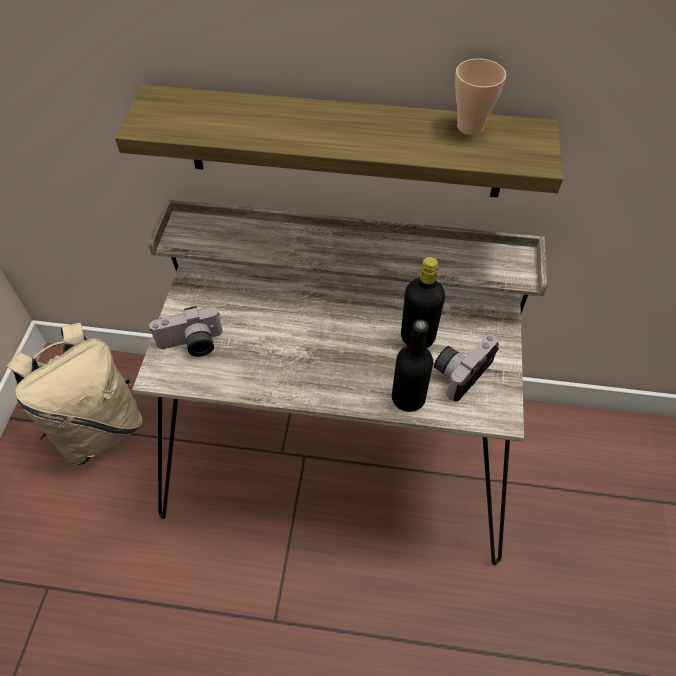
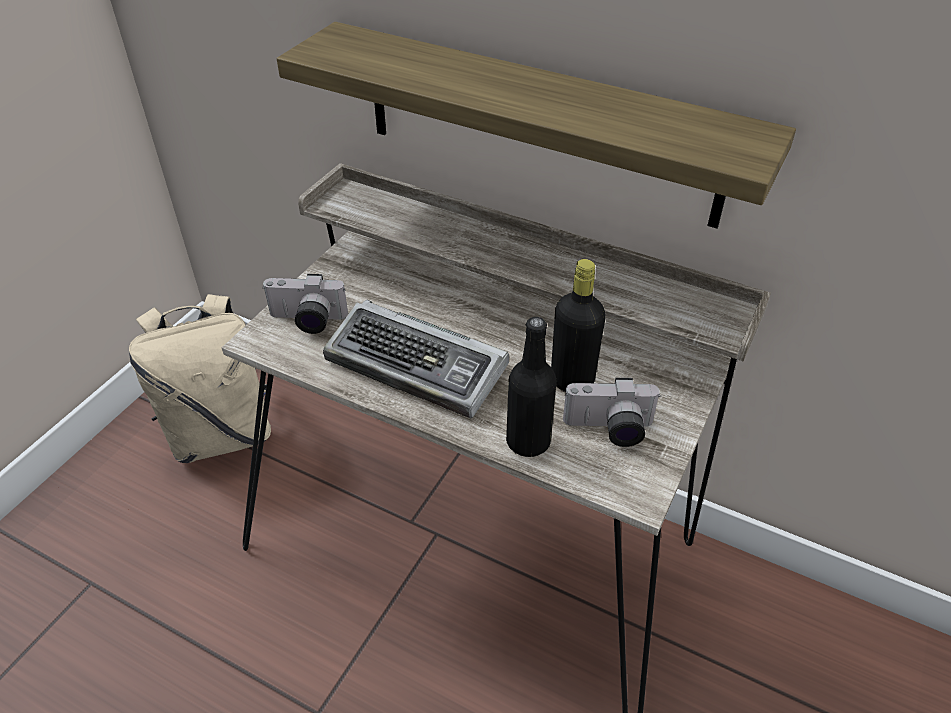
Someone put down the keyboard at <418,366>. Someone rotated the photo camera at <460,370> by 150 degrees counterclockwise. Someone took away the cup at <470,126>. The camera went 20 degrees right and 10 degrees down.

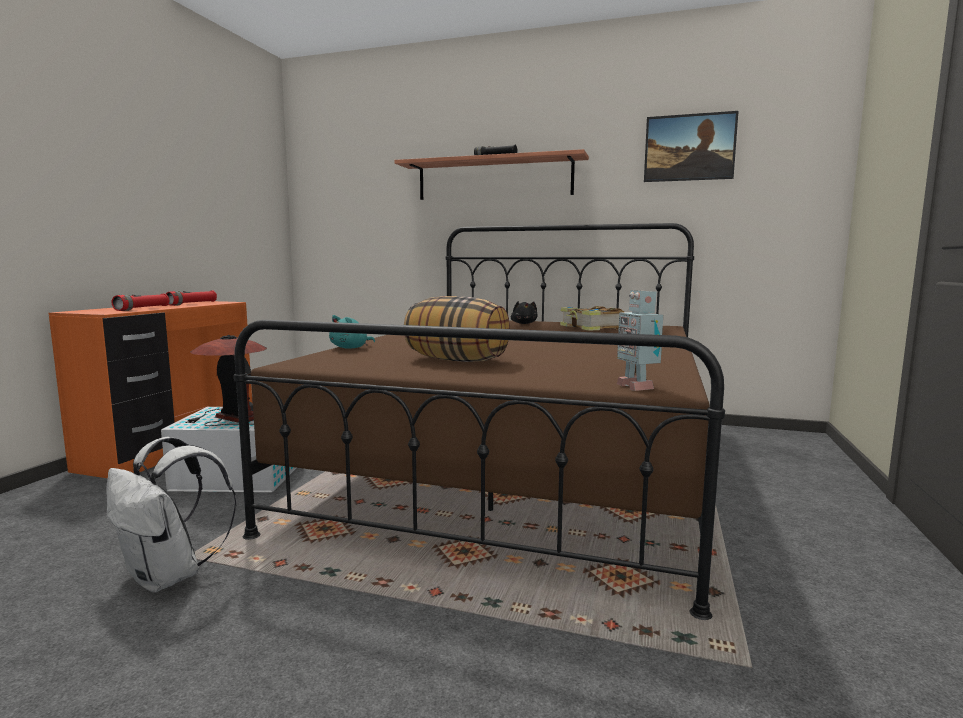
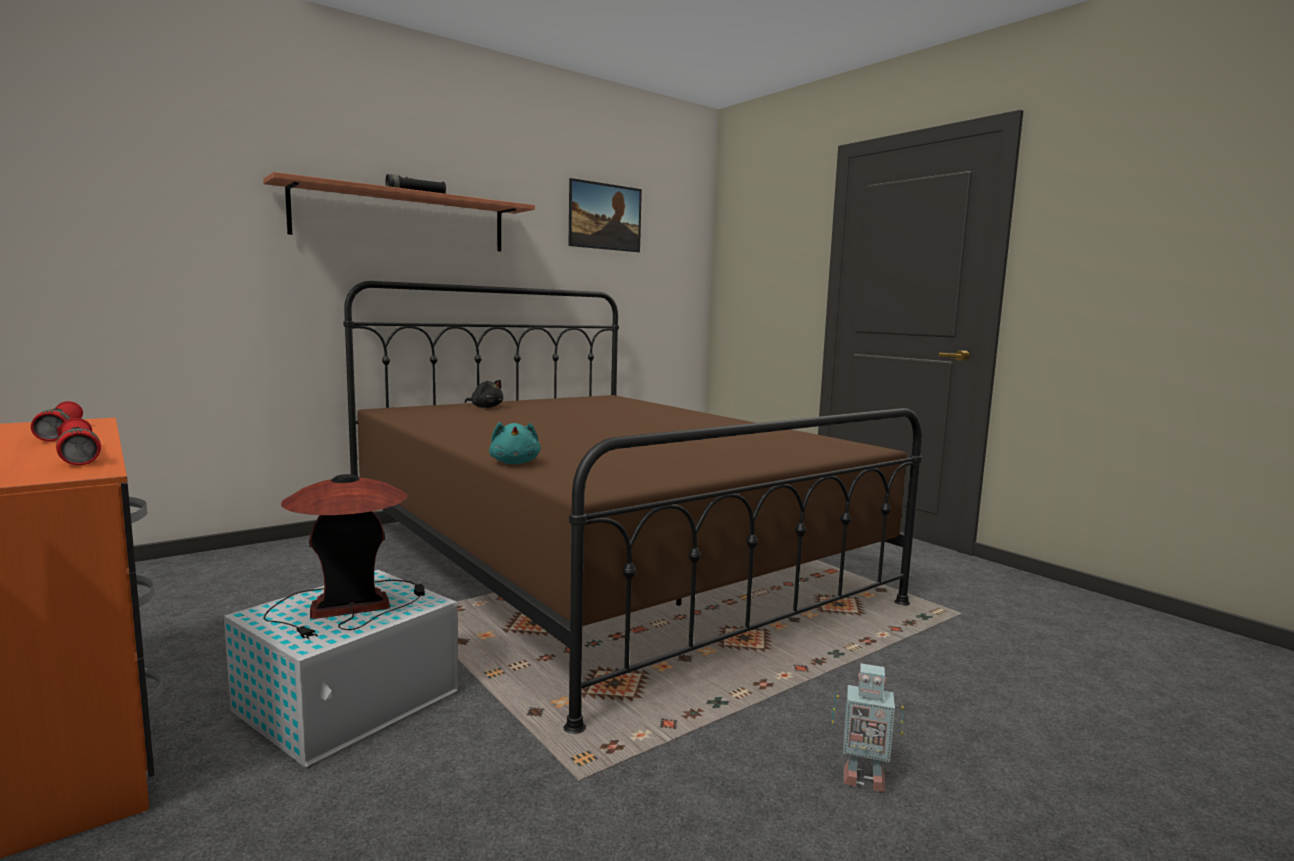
Someone carried the toy robot from <637,387> to <862,777>. Someone took away the backpack (white) at <169,576>. Someone took away the pillow at <457,360>. Someone took away the book at <591,328>. The camera went 55 degrees left and 0 degrees up.

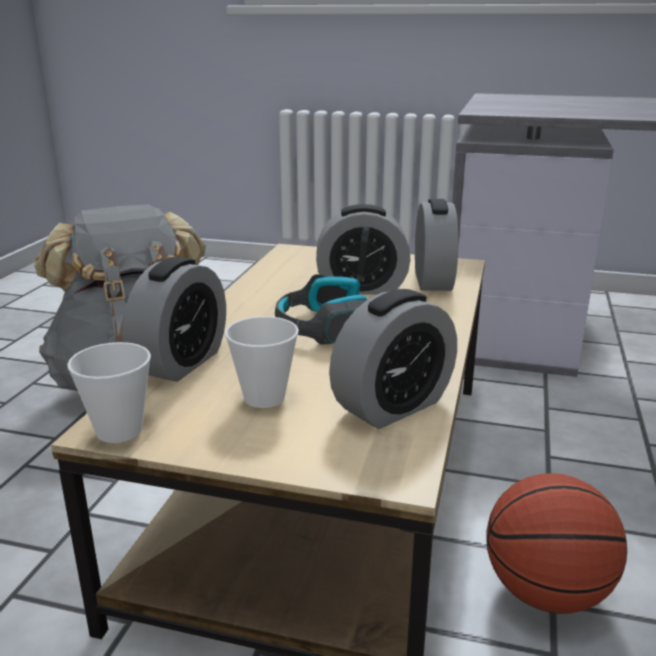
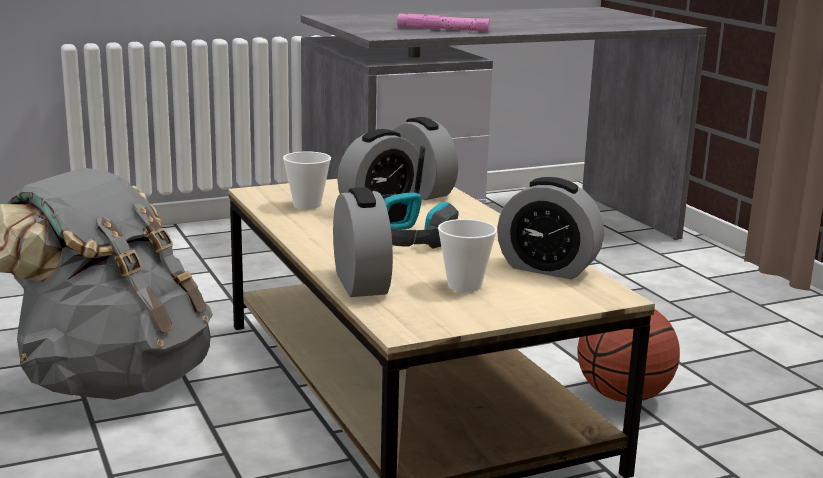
Someone carried the cup from <119,430> to <307,205>. Someone put down the flashlight (pink) at <443,30>. Someone rotated the alarm clock at <393,406> by 105 degrees clockwise. The camera went 40 degrees left and 5 degrees down.

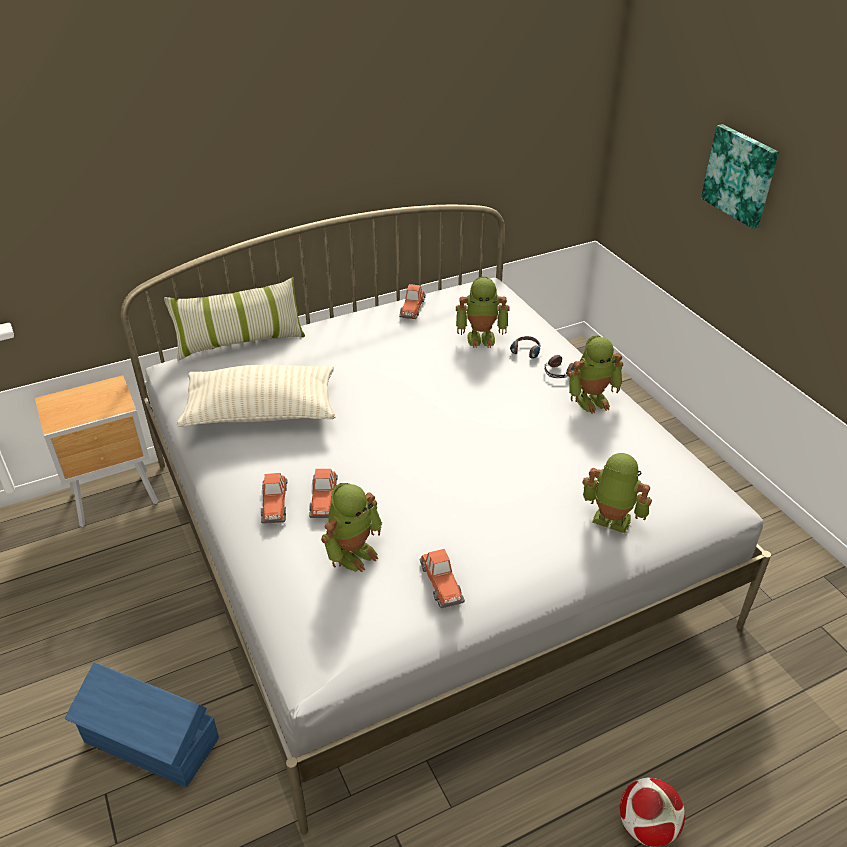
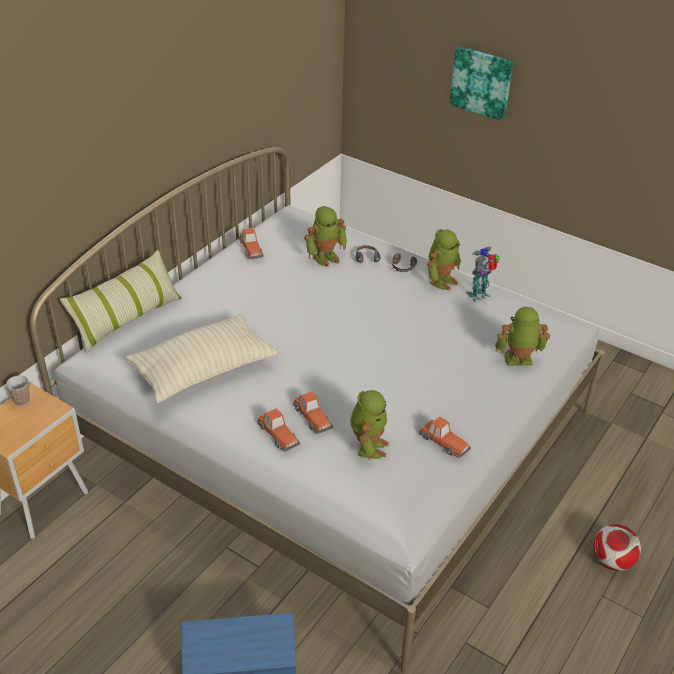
Someone put down the cup at <22,401>. Someone put down the toy robot at <479,296>. The camera went 30 degrees left and 0 degrees up.

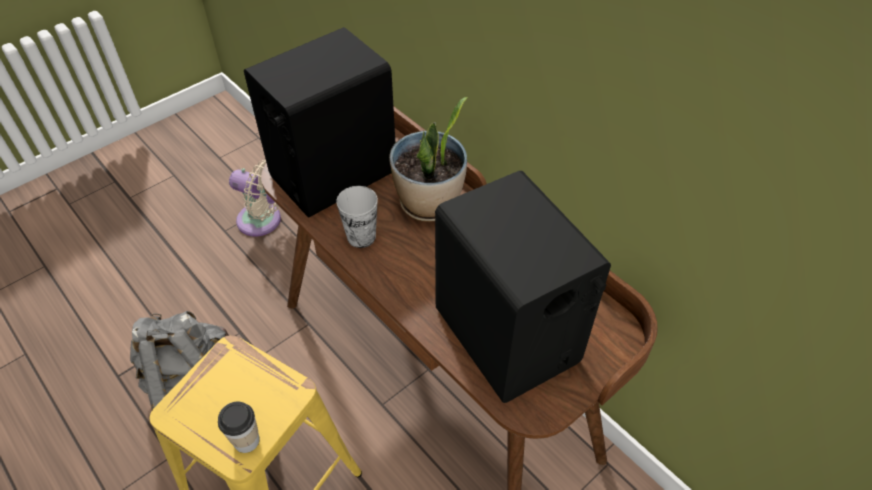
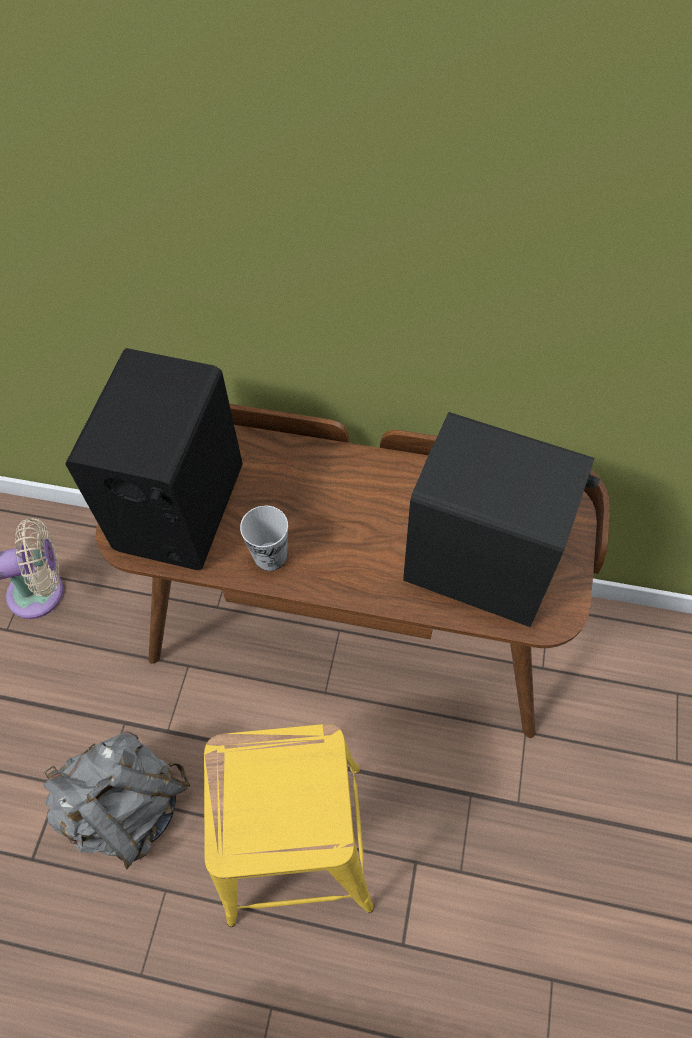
Someone took away the cup at <246,440>. Someone took away the potted plant at <429,204>. The camera went 35 degrees left and 10 degrees up.

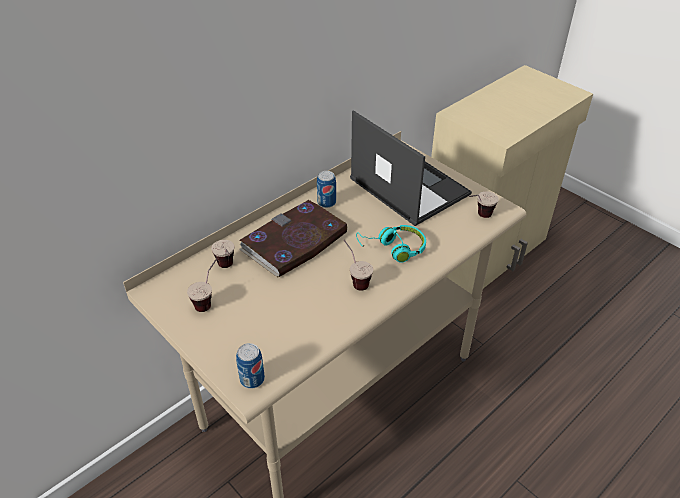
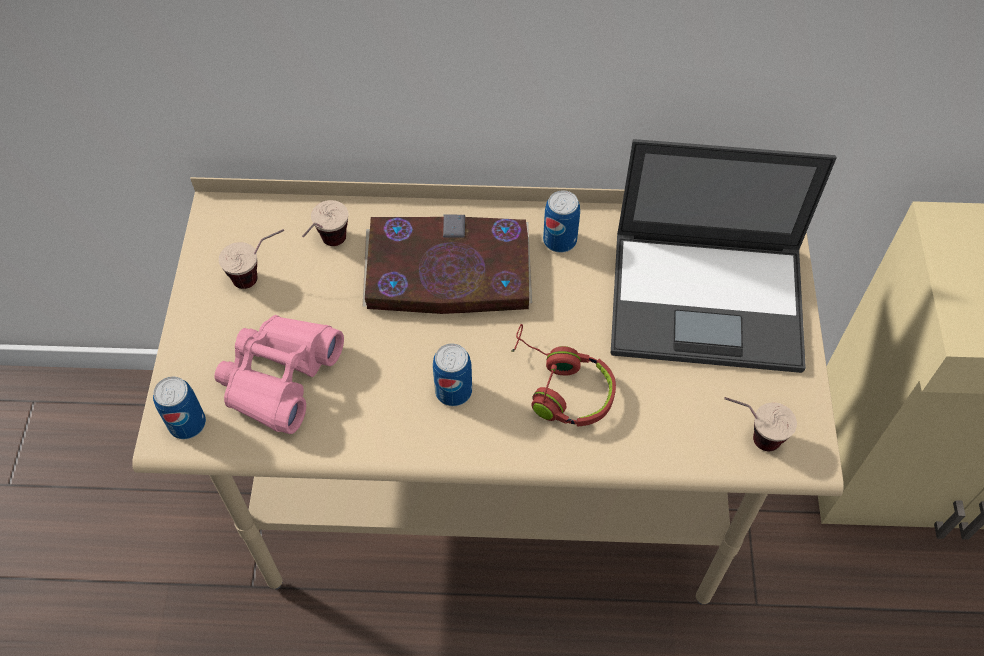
Someone put down the binoculars (pink) at <280,377>. Someone swapped the cup at <355,279> for the can at <453,391>. Someone repainted the headphones (turquoise) at <393,249>, which became the headphones (red) at <559,386>. Someone rotated the laptop at <408,186> by 90 degrees clockwise. The camera went 45 degrees right and 15 degrees up.

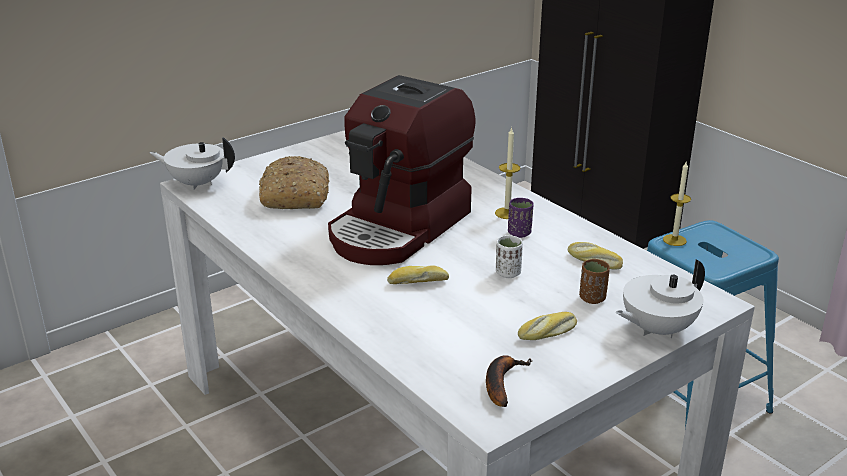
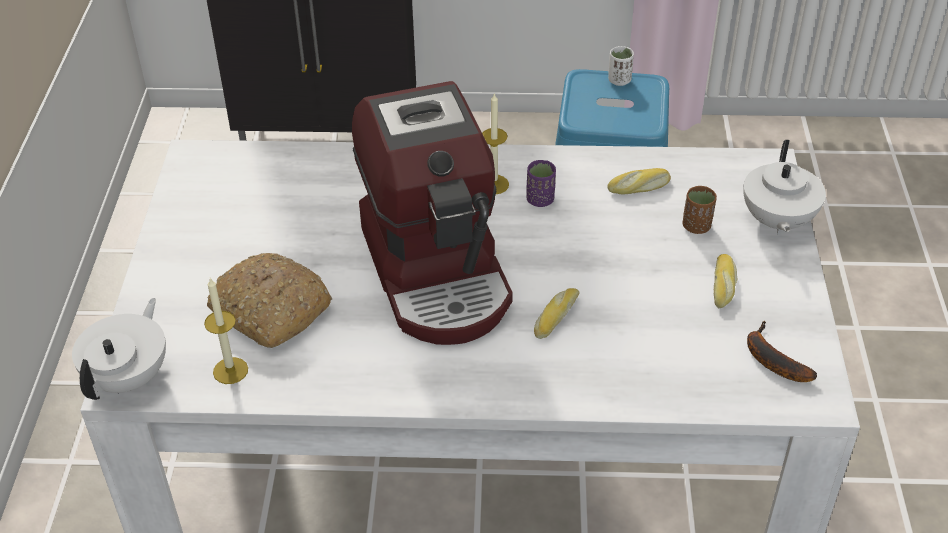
Someone rotated the teapot (white) at <197,183> by 150 degrees clockwise. Someone carried the candle from <674,240> to <230,370>. Someone carried the cup (white) from <508,273> to <619,80>. The camera went 50 degrees left and 15 degrees up.

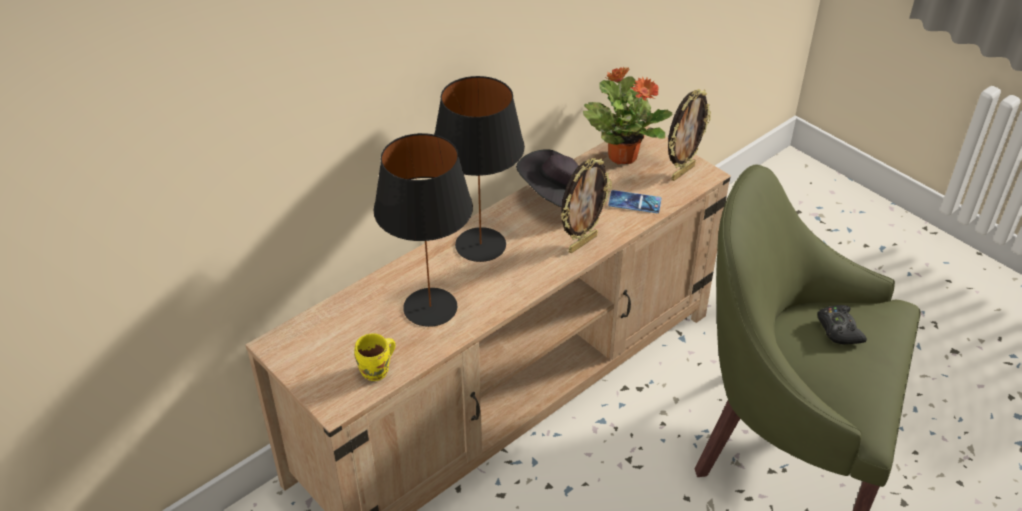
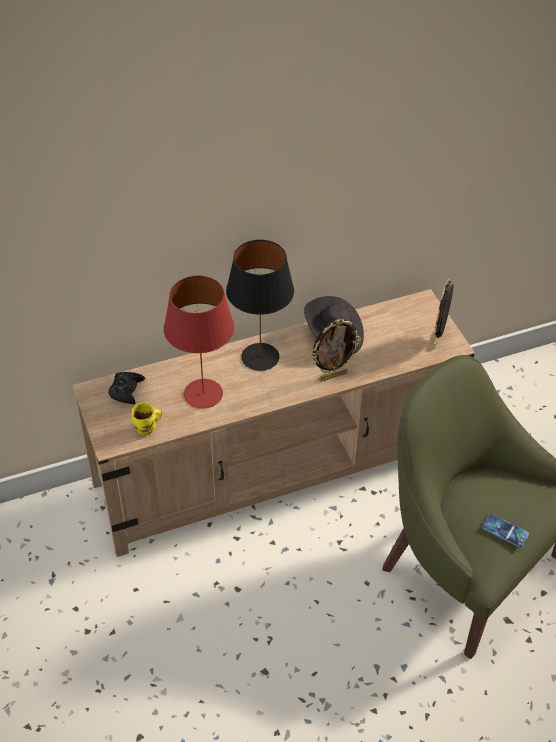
Someone carried the game controller (black) from <838,329> to <126,390>. Someone repainted the table lamp (black) at <430,308>, which became the table lamp (red) at <203,394>. Someone rotated the picture frame at <682,172> by 135 degrees clockwise. Someone carried the phone from <634,202> to <505,531>. Someone took away the potted plant at <622,155>. The camera went 20 degrees right and 5 degrees up.

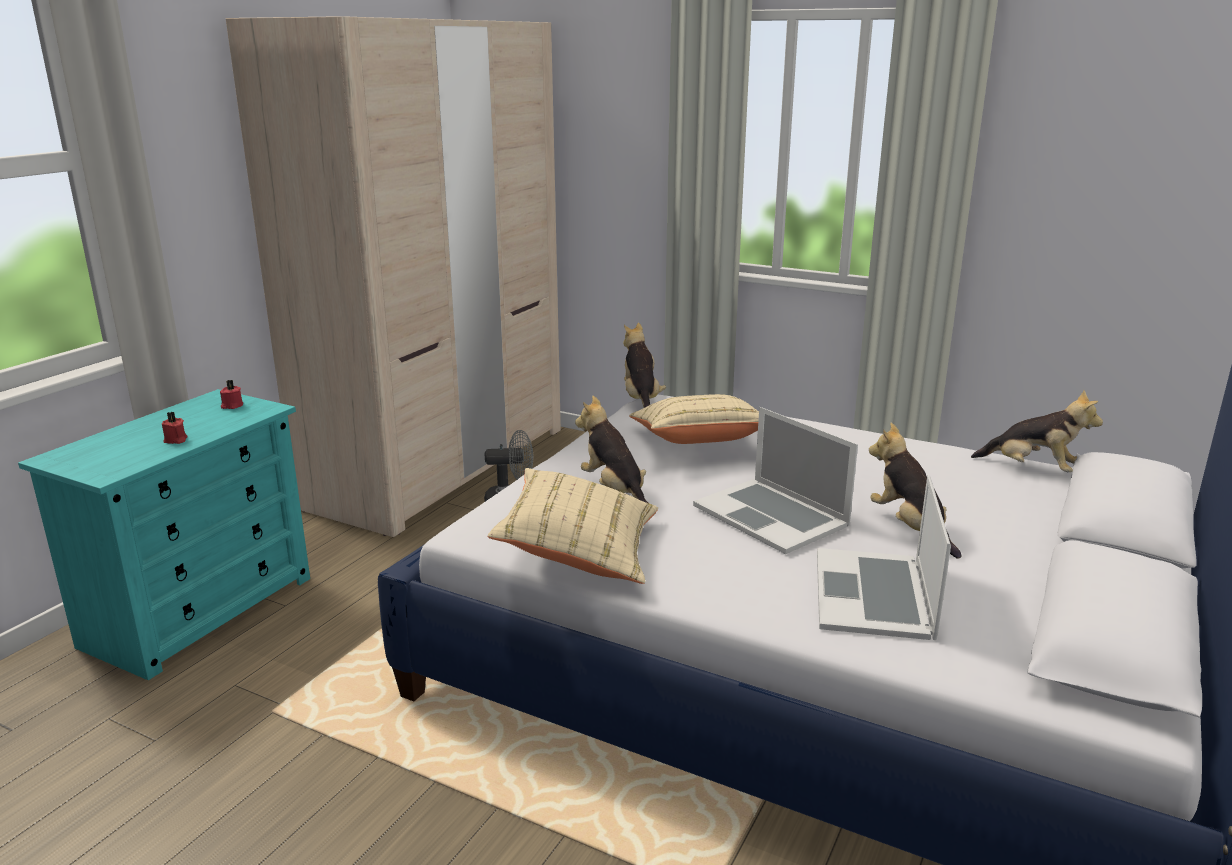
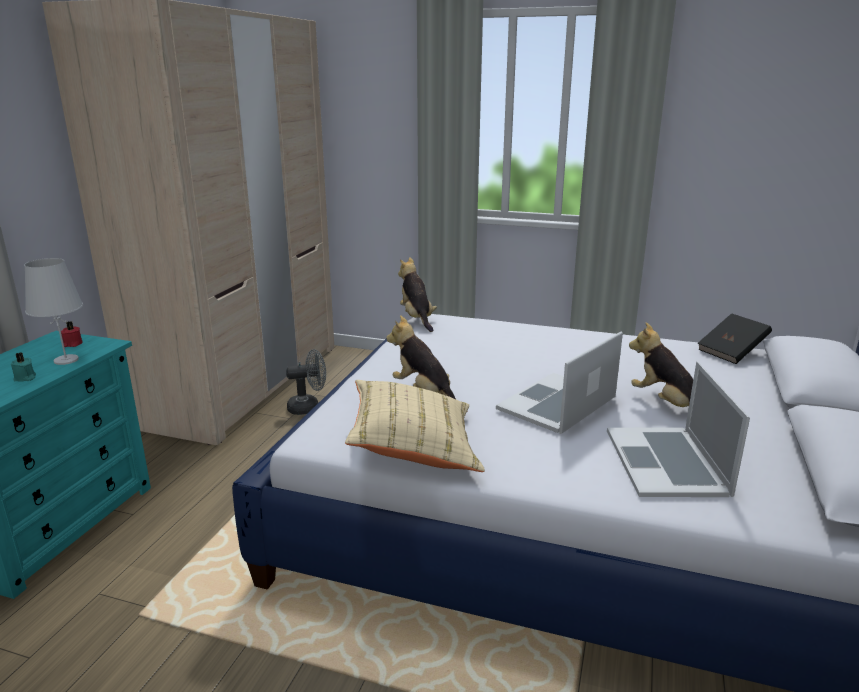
Someone repainted the candle (red) at <176,440>, which became the candle (turquoise) at <25,378>. Someone put down the table lamp (white) at <66,360>. Someone rotated the laptop at <771,515> by 90 degrees clockwise. Someone swapped the plush toy at <1032,469> for the book (black) at <731,352>. Someone took away the pillow (beige) at <699,442>. The camera went 10 degrees left and 0 degrees up.

